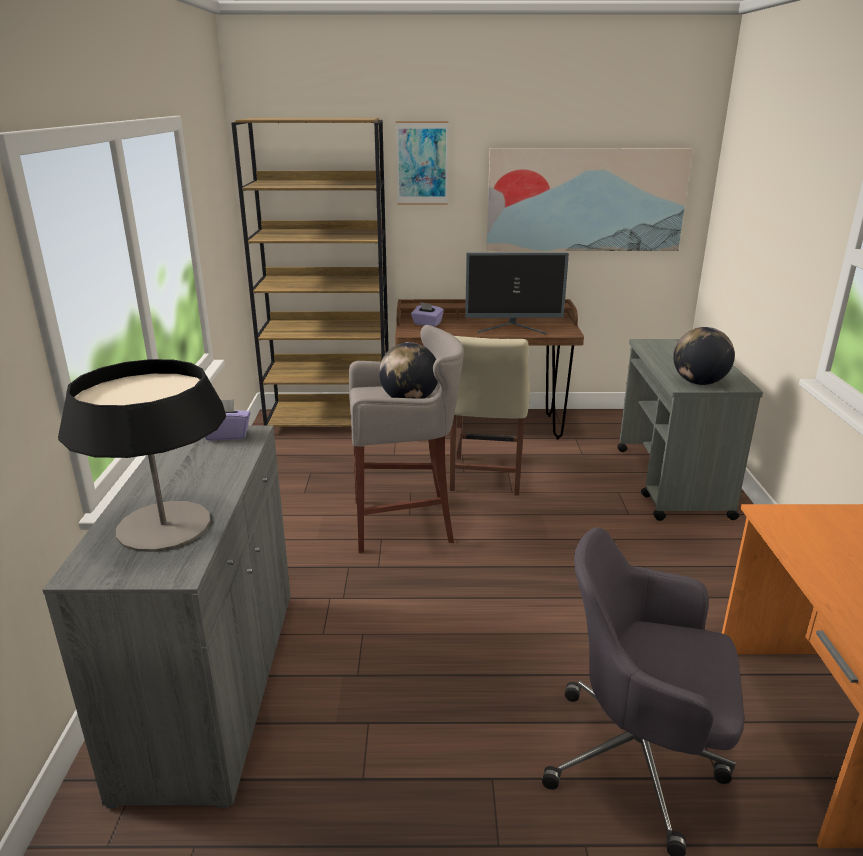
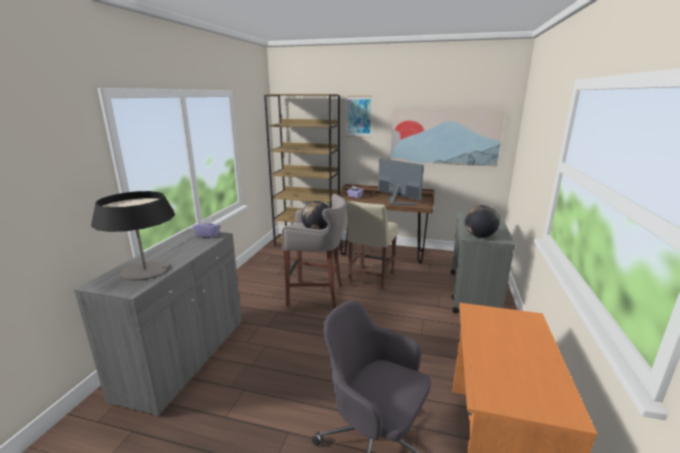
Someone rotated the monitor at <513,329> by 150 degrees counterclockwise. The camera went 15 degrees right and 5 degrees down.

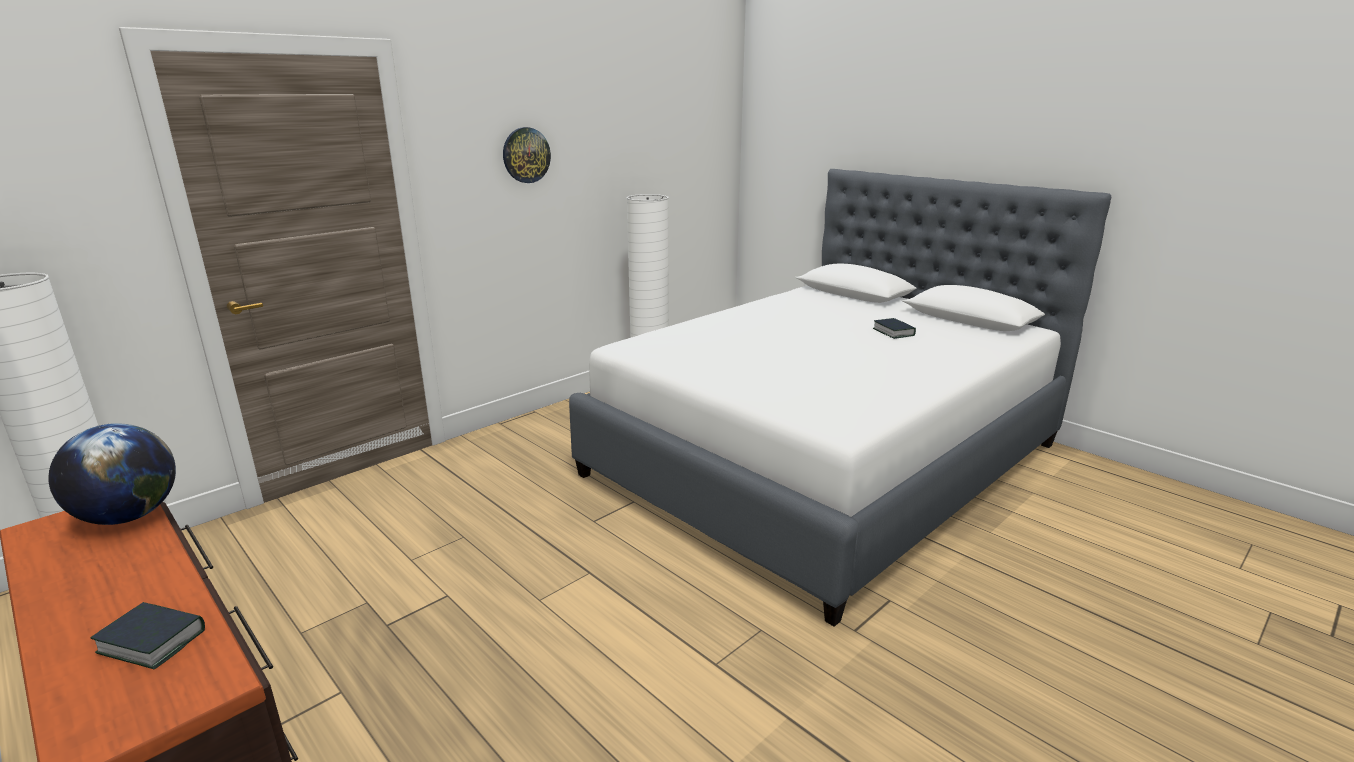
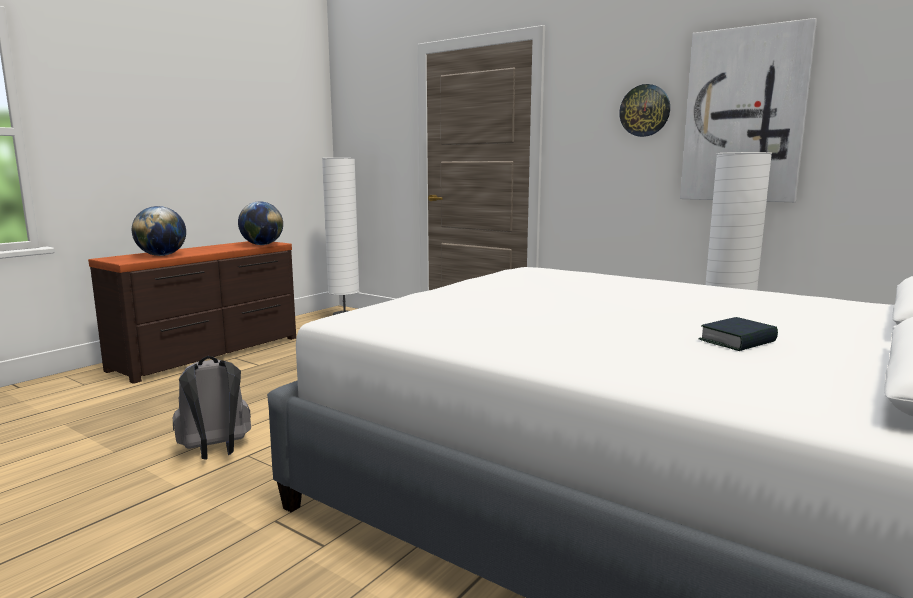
Someone swapped the book at <152,641> for the globe at <161,255>. Someone put down the backpack (grey) at <215,451>. Someone put up the picture at <744,116>. The camera went 80 degrees right and 10 degrees down.

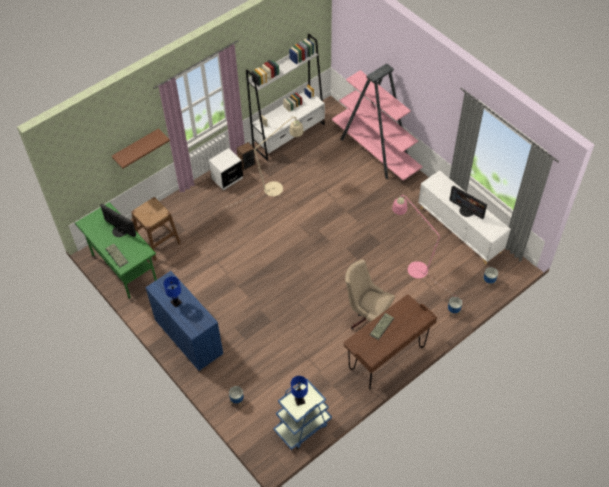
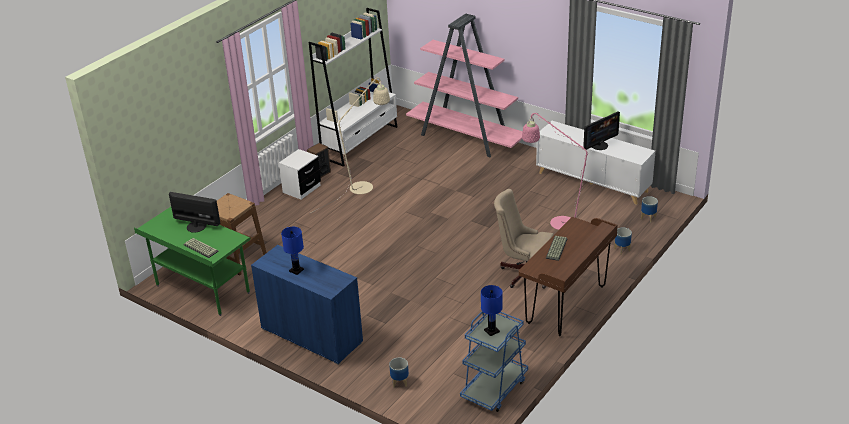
Someone rotated the monitor at <466,211> by 60 degrees counterclockwise. Someone took away the shelf (brown) at <136,147>. The camera went 15 degrees left and 20 degrees down.

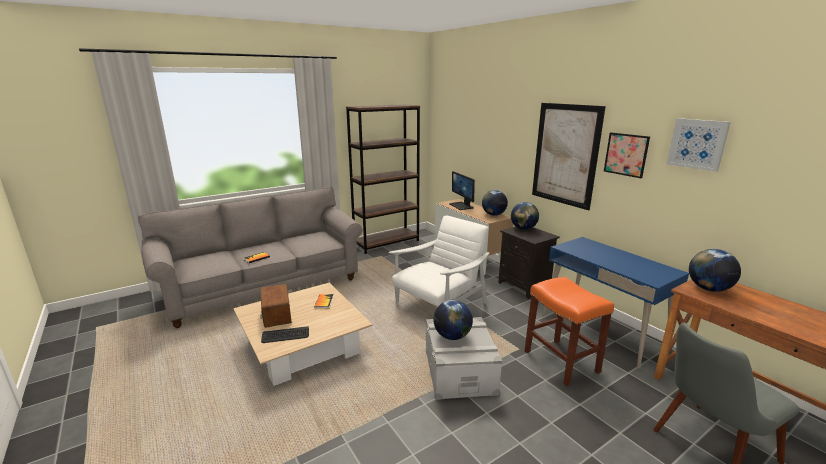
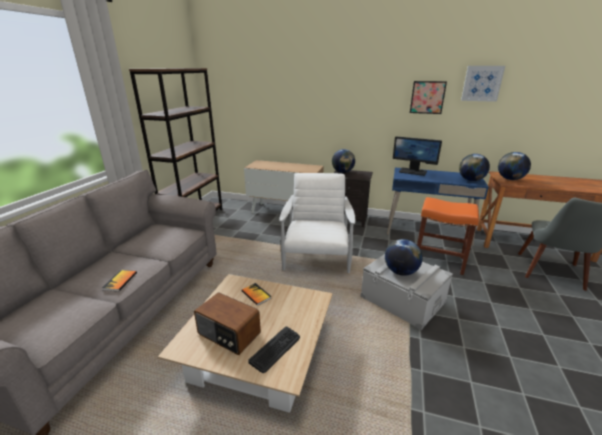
Someone carried the monitor from <461,206> to <413,171>. Someone carried the globe from <493,215> to <471,180>. Someone took away the picture at <565,155>. The camera went 40 degrees left and 5 degrees up.

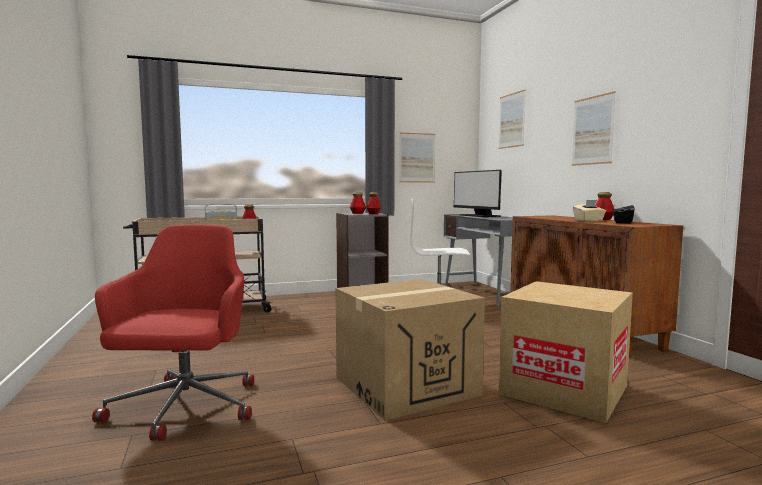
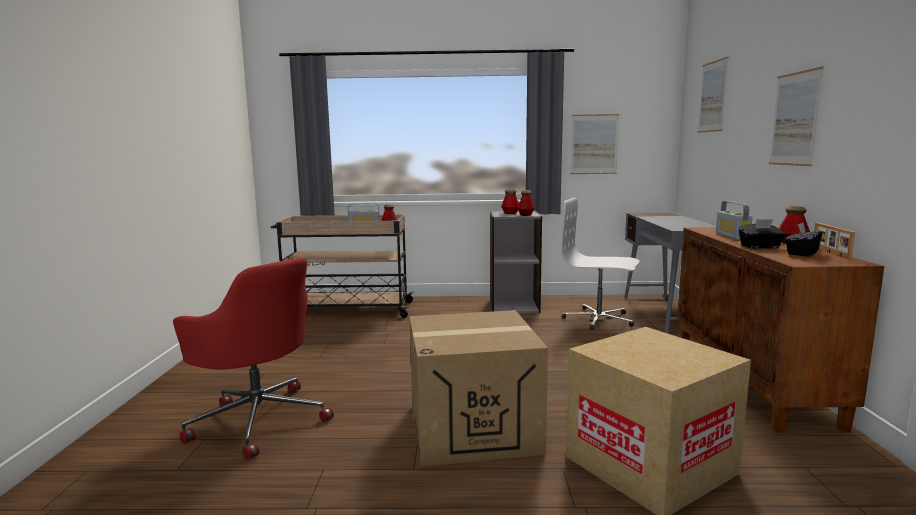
Someone rotated the office chair (red) at <184,409> by 105 degrees clockwise. Someone put down the radio at <732,236>. Someone repainted the tissue box (beige) at <588,221>, which became the tissue box (black) at <760,247>. Someone put down the picture frame at <829,252>. Someone took away the monitor at <479,216>. The camera went 20 degrees right and 5 degrees up.

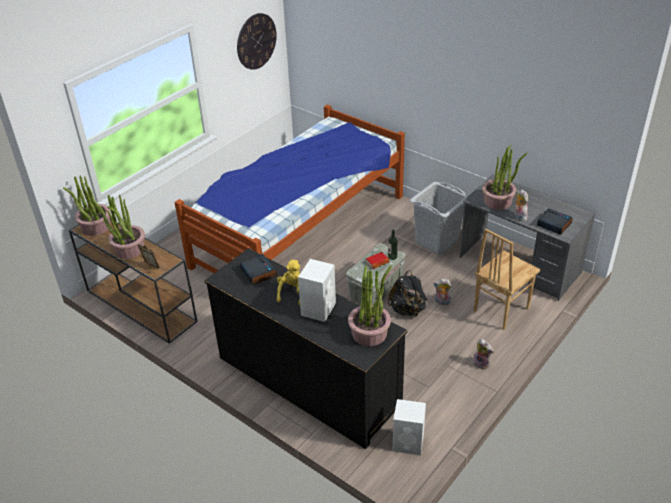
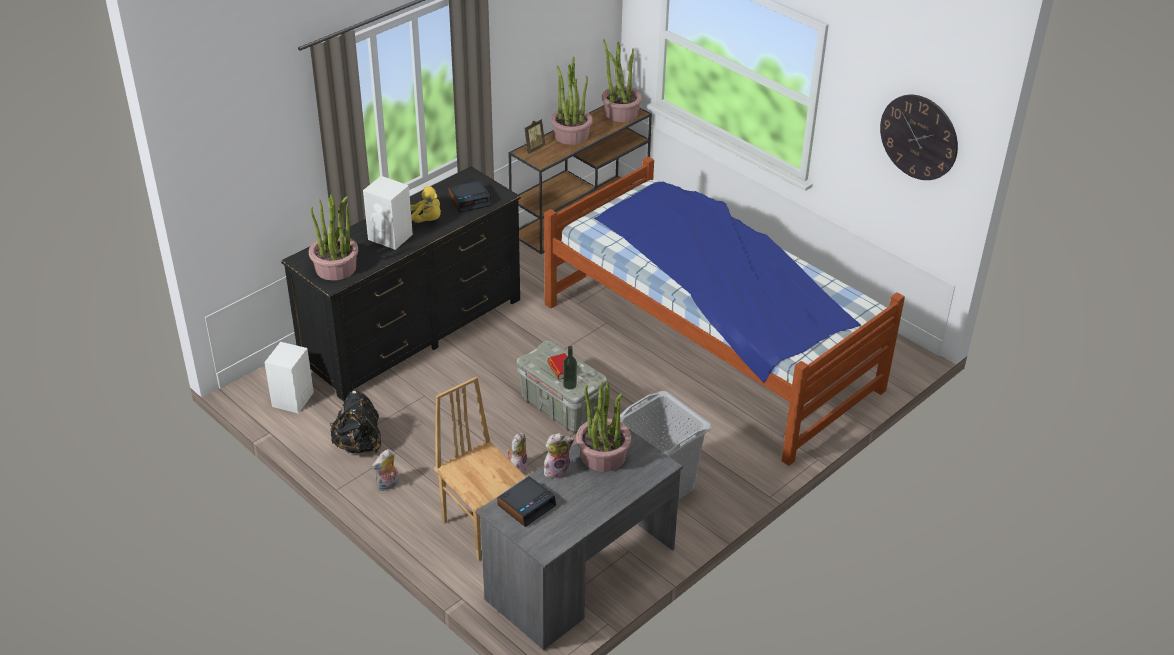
Someone carried the backpack (black) from <407,310> to <359,444>. The camera went 95 degrees right and 0 degrees up.

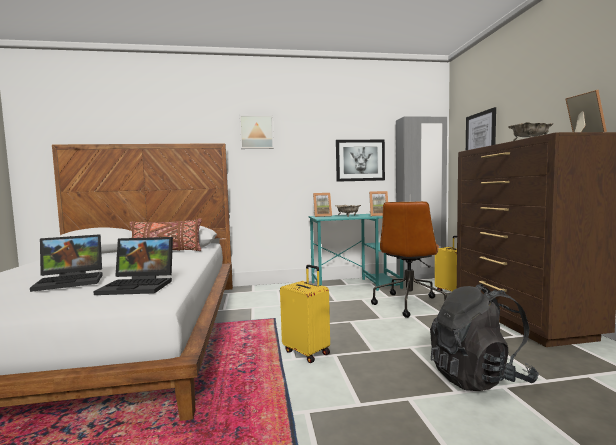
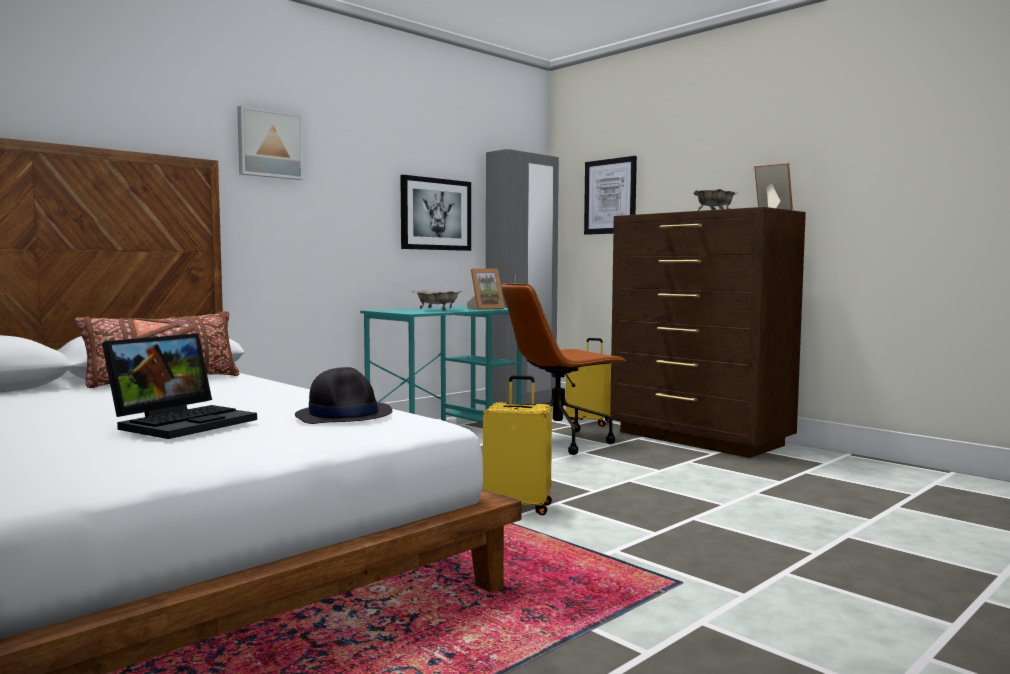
Someone swapped the laptop at <140,286> for the hat (black) at <344,415>. Someone rotated the office chair (brown) at <409,304> by 75 degrees clockwise. Someone took away the picture frame at <322,216>. Someone took away the backpack (black) at <479,377>. The camera went 35 degrees left and 0 degrees up.

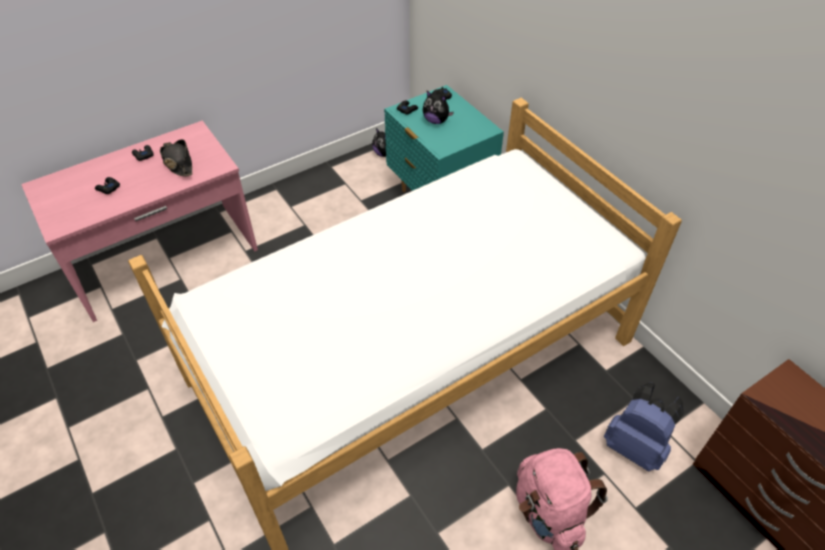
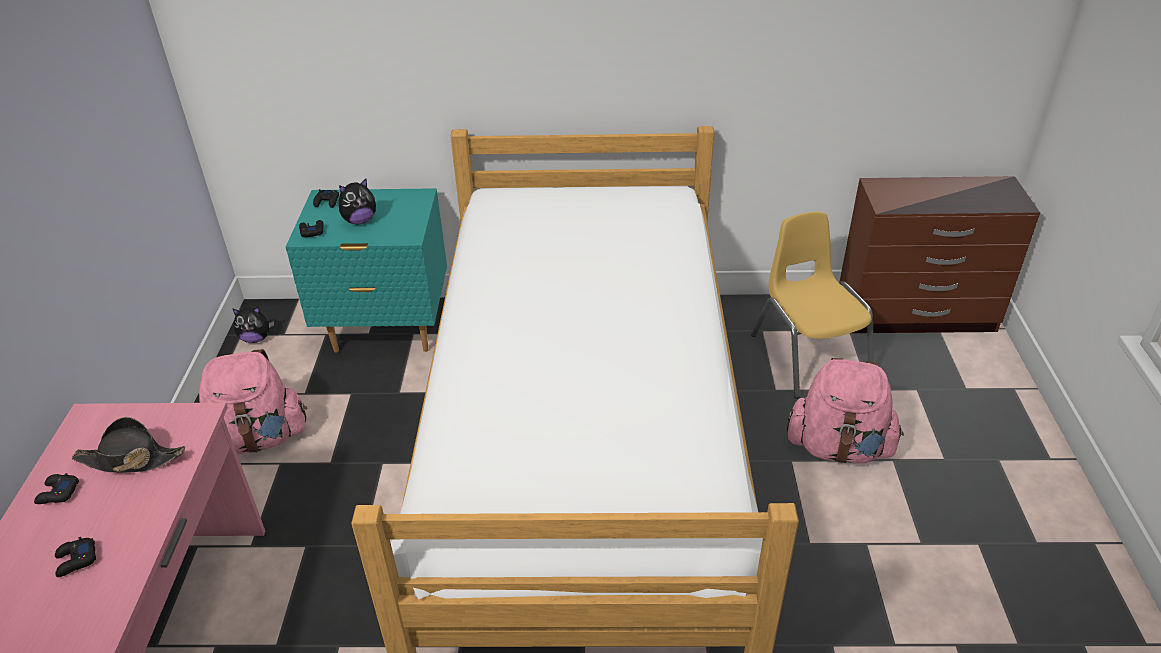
Someone put down the backpack (pink) at <259,438>. Someone swapped the backpack (blue) at <635,446> for the chair (yellow) at <809,356>. The camera went 55 degrees left and 10 degrees down.

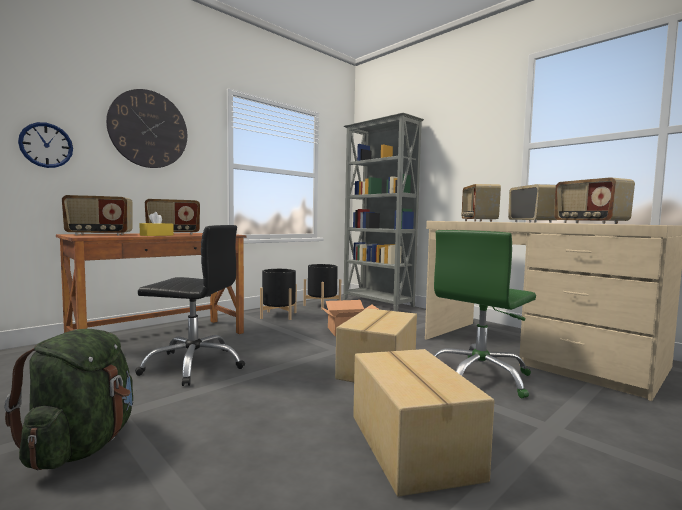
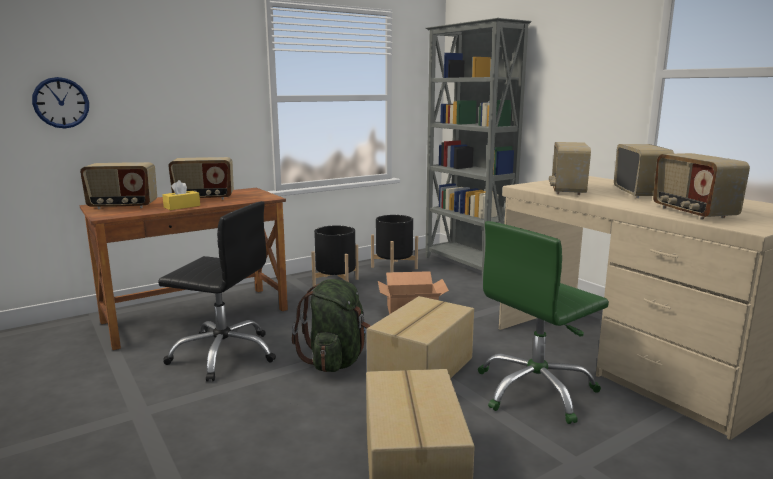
Someone carried the backpack (green) from <82,446> to <336,360>. Someone took away the wall clock at <149,129>. The camera went 10 degrees right and 10 degrees up.

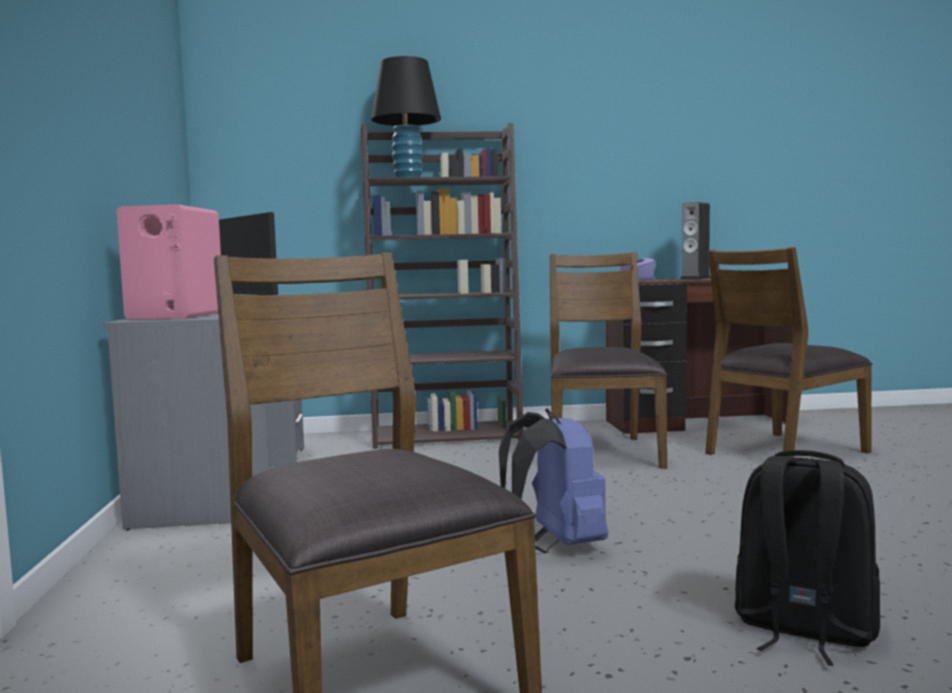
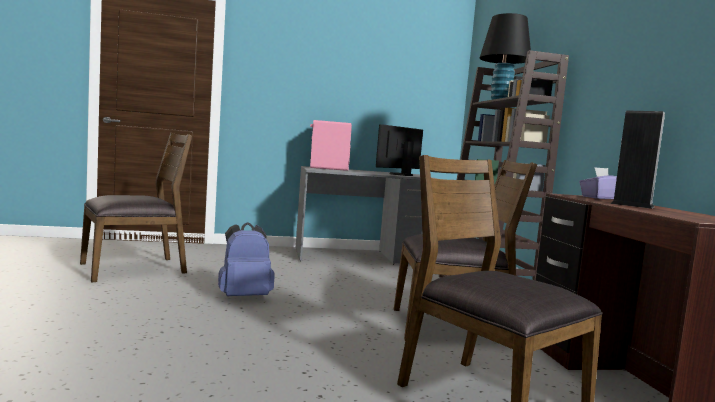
Someone took away the backpack (black) at <803,630>. The camera went 85 degrees right and 0 degrees up.

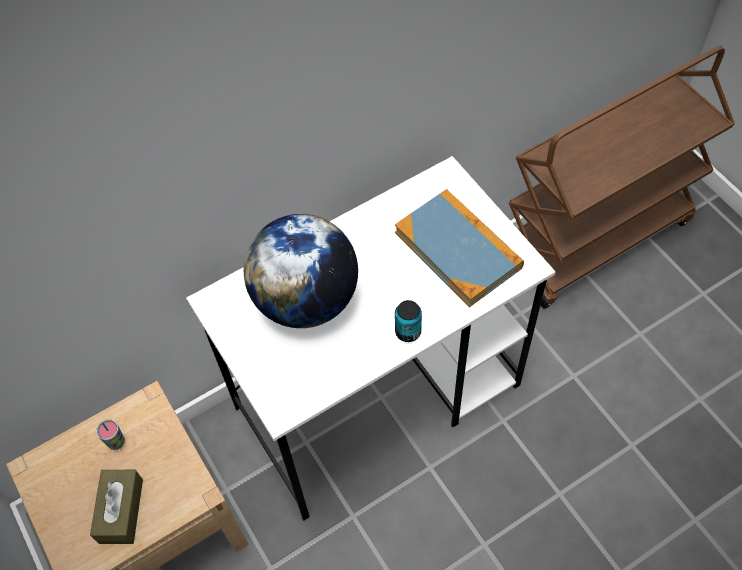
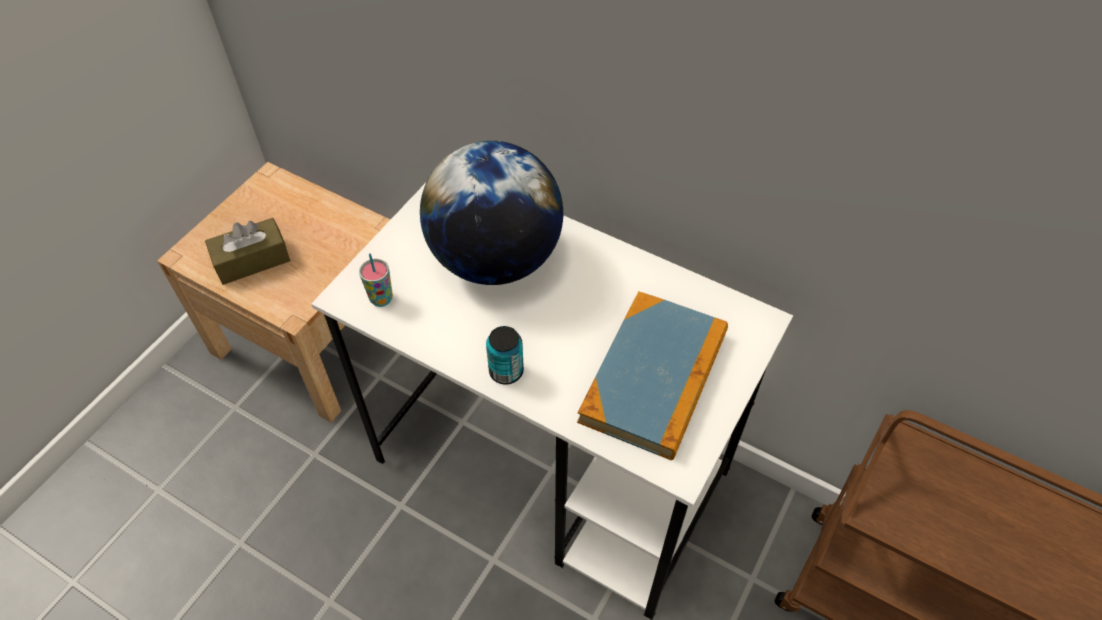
Someone carried the cup from <117,442> to <381,299>. The camera went 60 degrees right and 5 degrees down.

